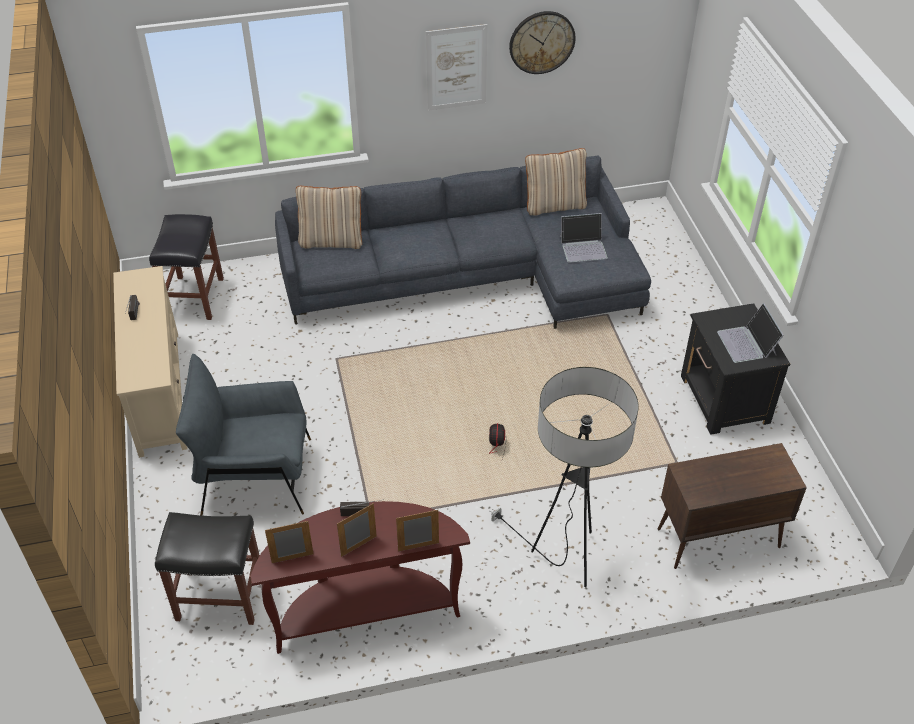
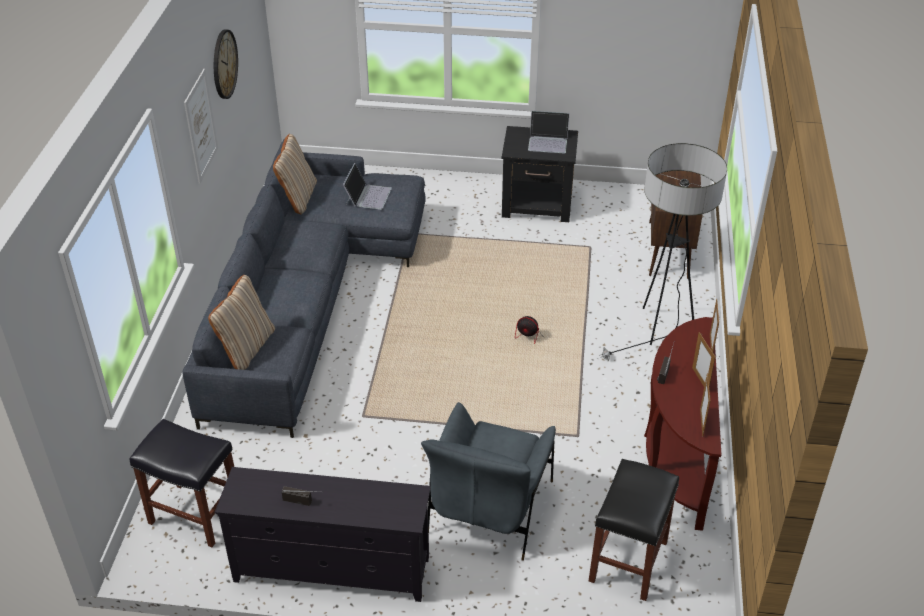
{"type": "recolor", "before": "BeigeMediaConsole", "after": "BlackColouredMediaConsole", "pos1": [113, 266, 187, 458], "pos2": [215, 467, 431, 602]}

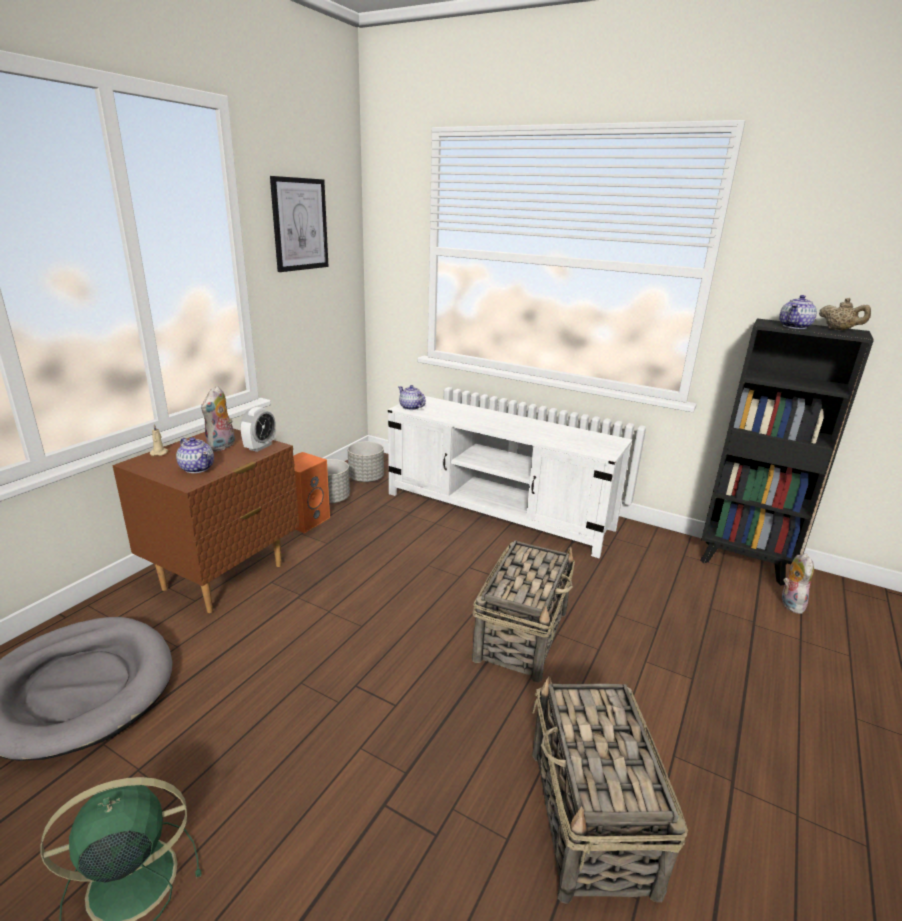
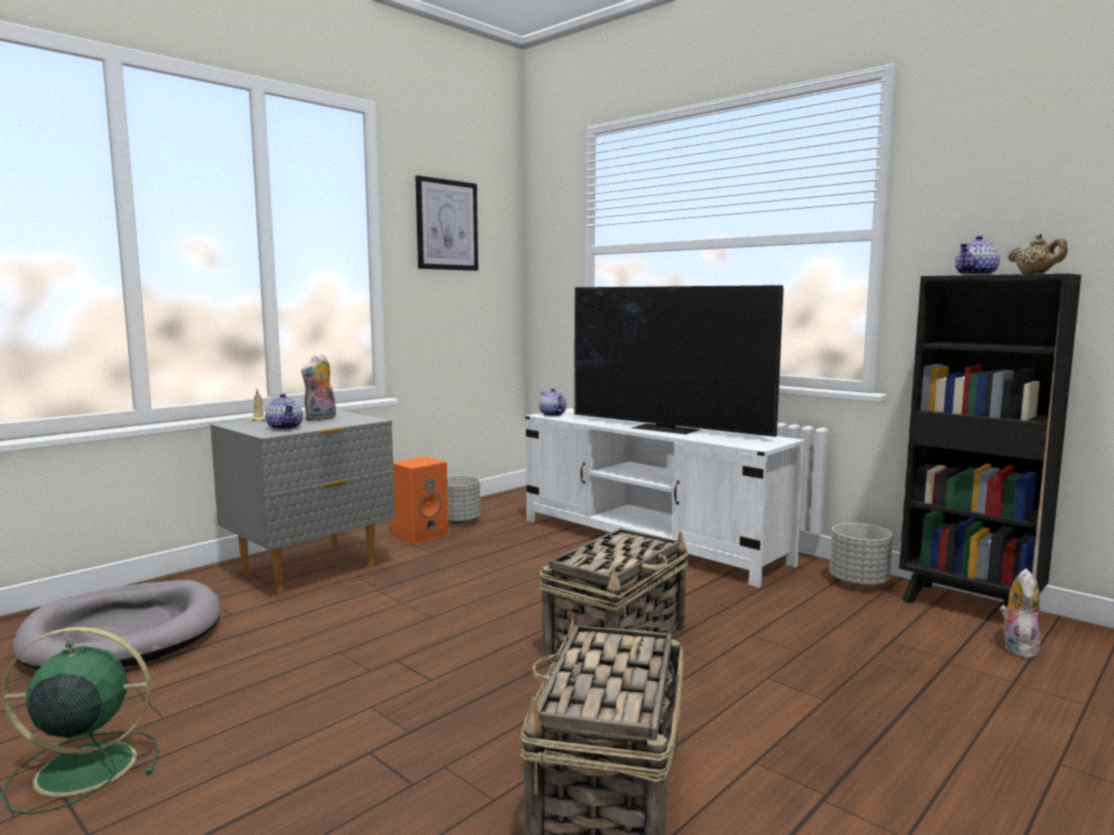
{"type": "delete", "before": "AlarmClock", "pos1": [240, 407, 276, 452]}
{"type": "recolor", "before": "BrownishNightstand", "after": "GreyishNightstand", "pos1": [112, 429, 299, 613], "pos2": [210, 410, 395, 594]}
{"type": "move", "before": "GreyishPlanter", "pos1": [348, 442, 384, 482], "pos2": [830, 523, 893, 587]}
{"type": "insert", "after": "Television", "pos2": [574, 285, 783, 437]}

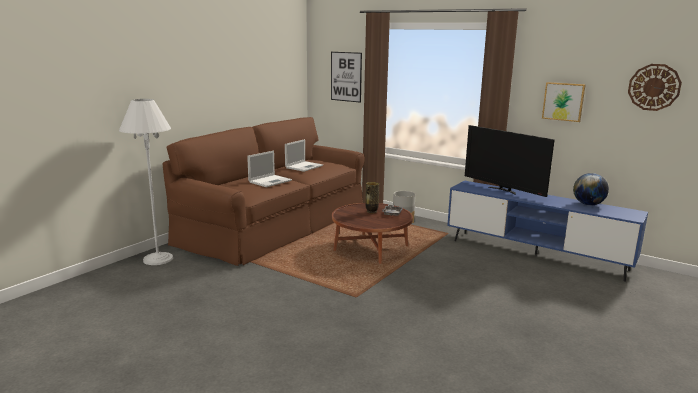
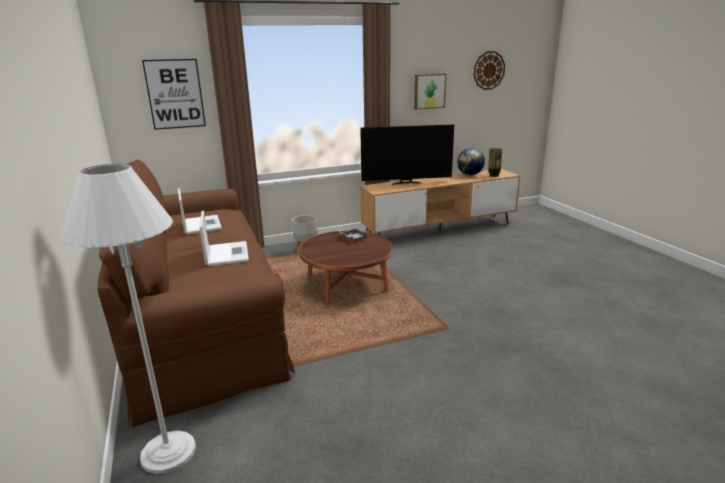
{"type": "recolor", "before": "BluishMediaConsole", "after": "BrownishMediaConsole", "pos1": [447, 181, 648, 282], "pos2": [360, 169, 520, 235]}
{"type": "move", "before": "FlowerVase", "pos1": [365, 182, 379, 213], "pos2": [488, 148, 502, 177]}

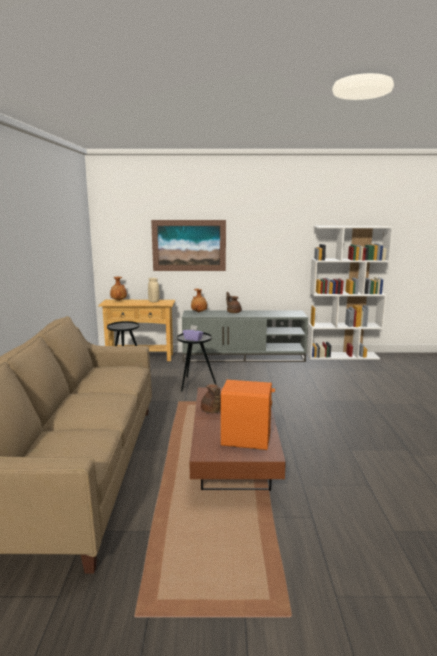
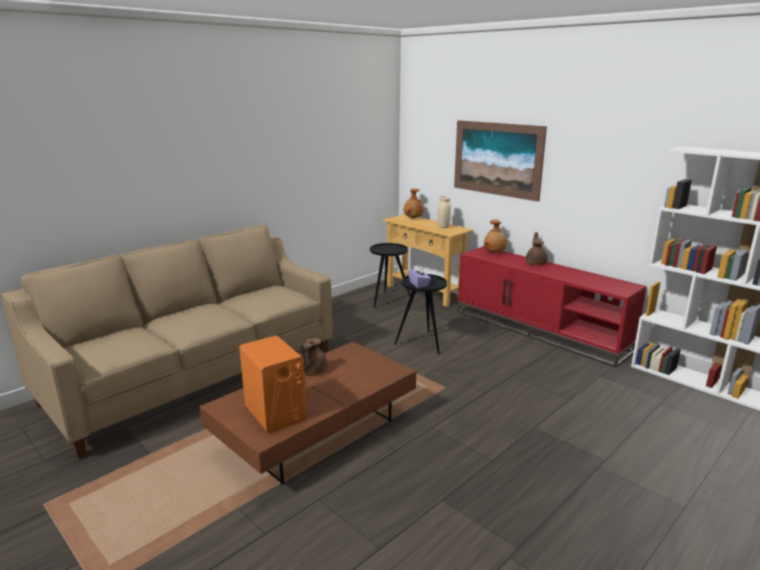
{"type": "recolor", "before": "GreyishMediaConsole", "after": "RedColouredMediaConsole", "pos1": [182, 311, 308, 362], "pos2": [457, 246, 647, 367]}

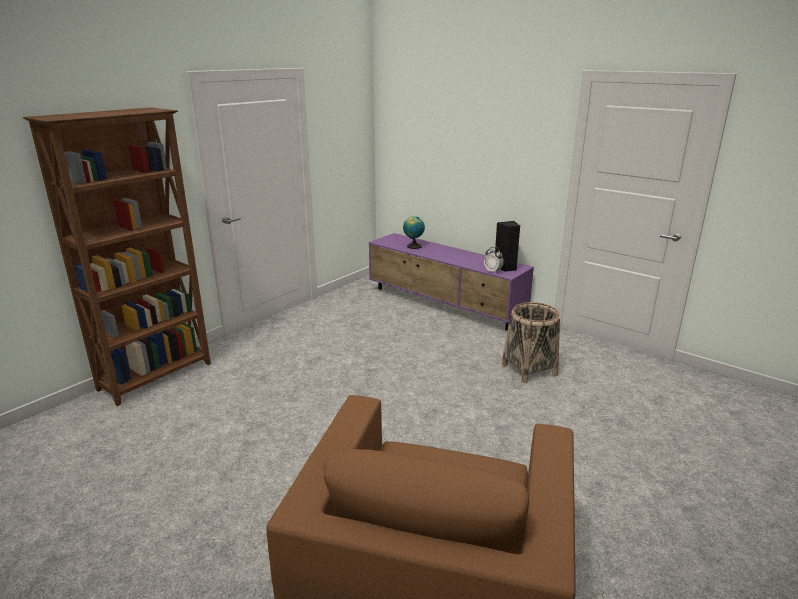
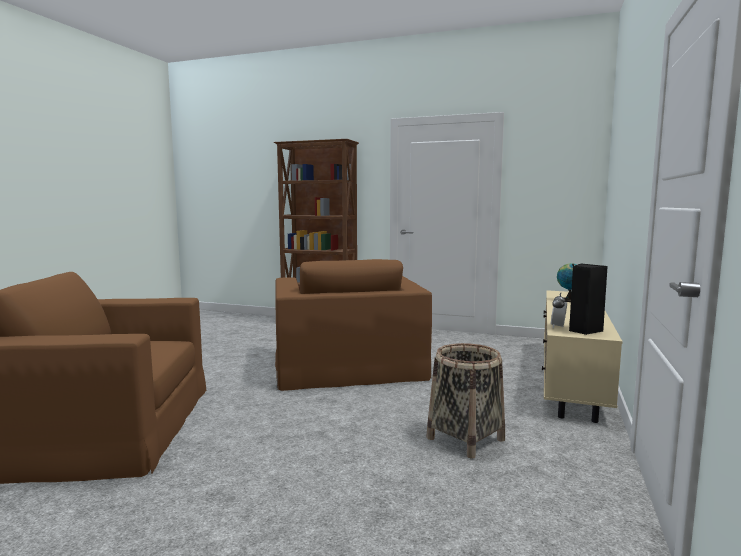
{"type": "recolor", "before": "PurpleMediaConsole", "after": "BeigeMediaConsole", "pos1": [368, 233, 534, 330], "pos2": [542, 290, 623, 423]}
{"type": "insert", "after": "BrownishEasyChair", "pos2": [275, 259, 432, 391]}

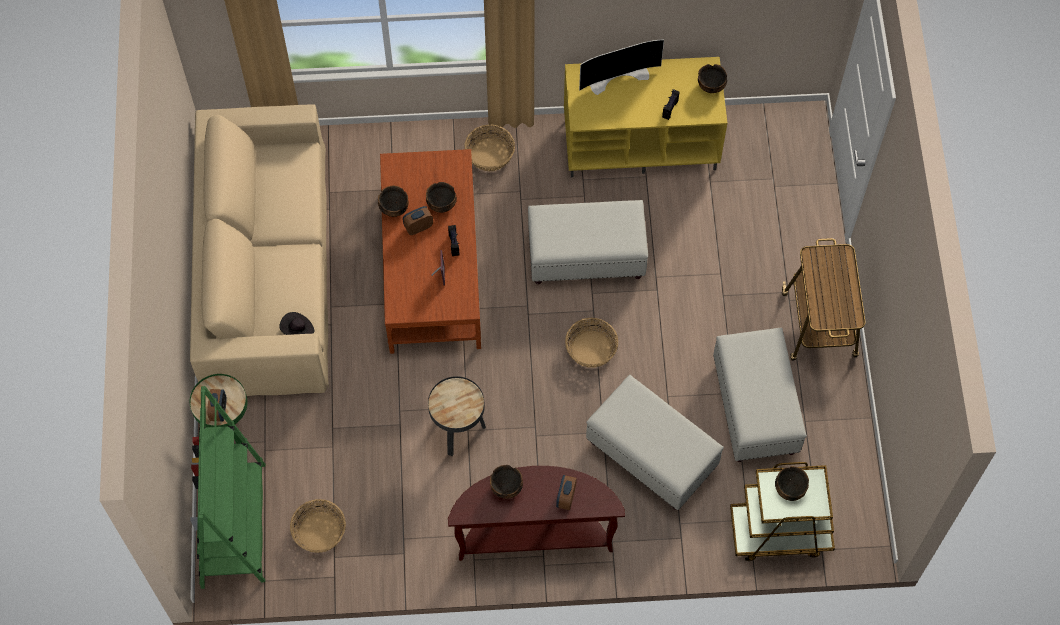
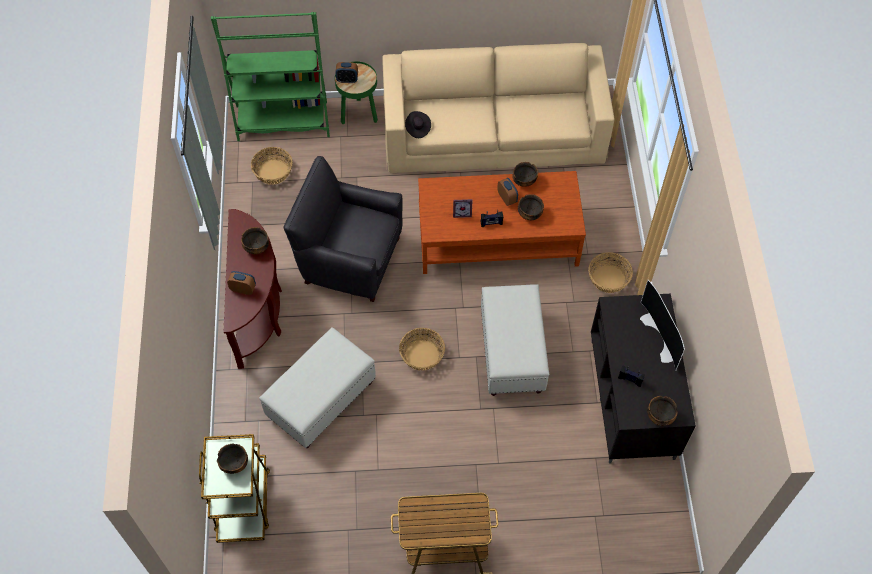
{"type": "recolor", "before": "YellowColouredMediaConsole", "after": "BlackColouredMediaConsole", "pos1": [564, 57, 727, 177], "pos2": [591, 294, 696, 463]}
{"type": "delete", "before": "WhiteOttoman", "pos1": [713, 328, 807, 462]}
{"type": "replace", "before": "BlackColouredSideTable", "after": "BlackColouredEasyChair", "pos1": [428, 376, 486, 456], "pos2": [284, 156, 402, 302]}

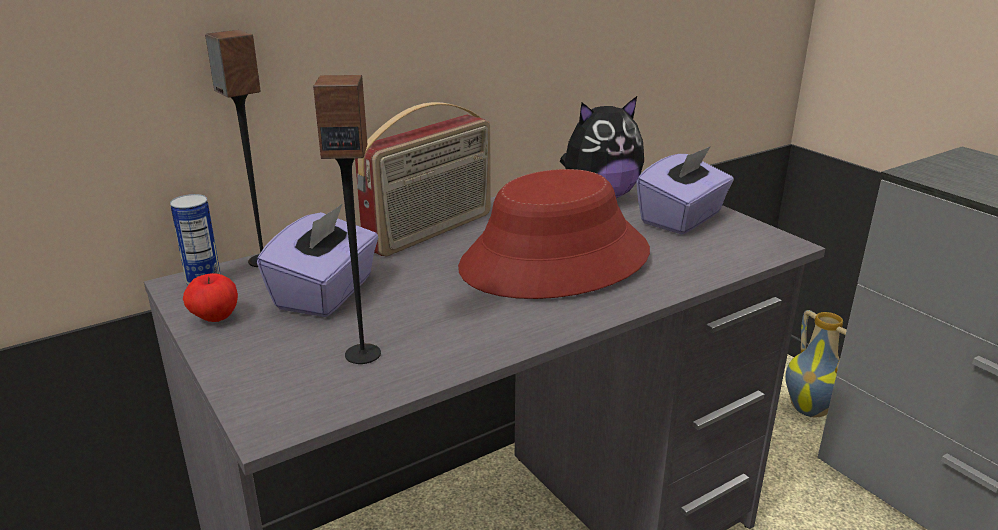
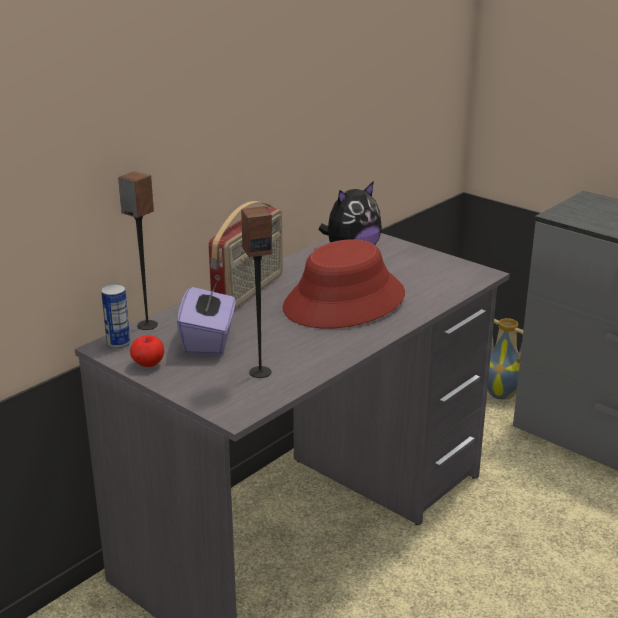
{"type": "delete", "before": "PurpleBoxOfTissues", "pos1": [636, 146, 734, 235]}

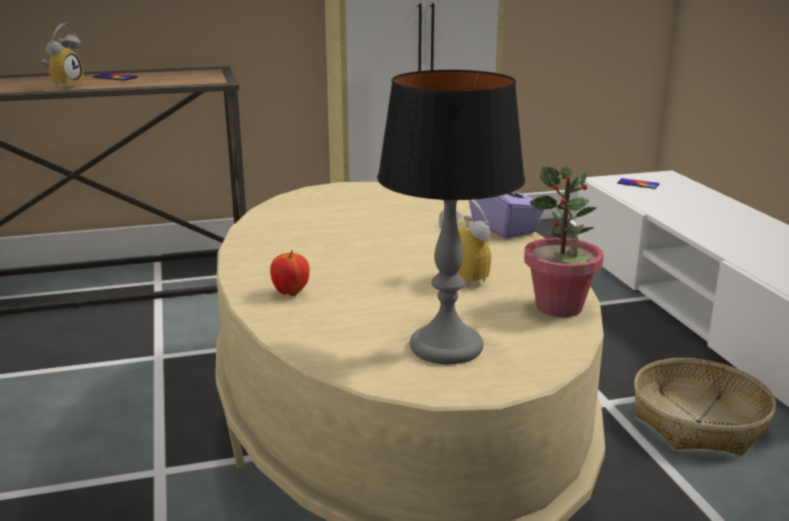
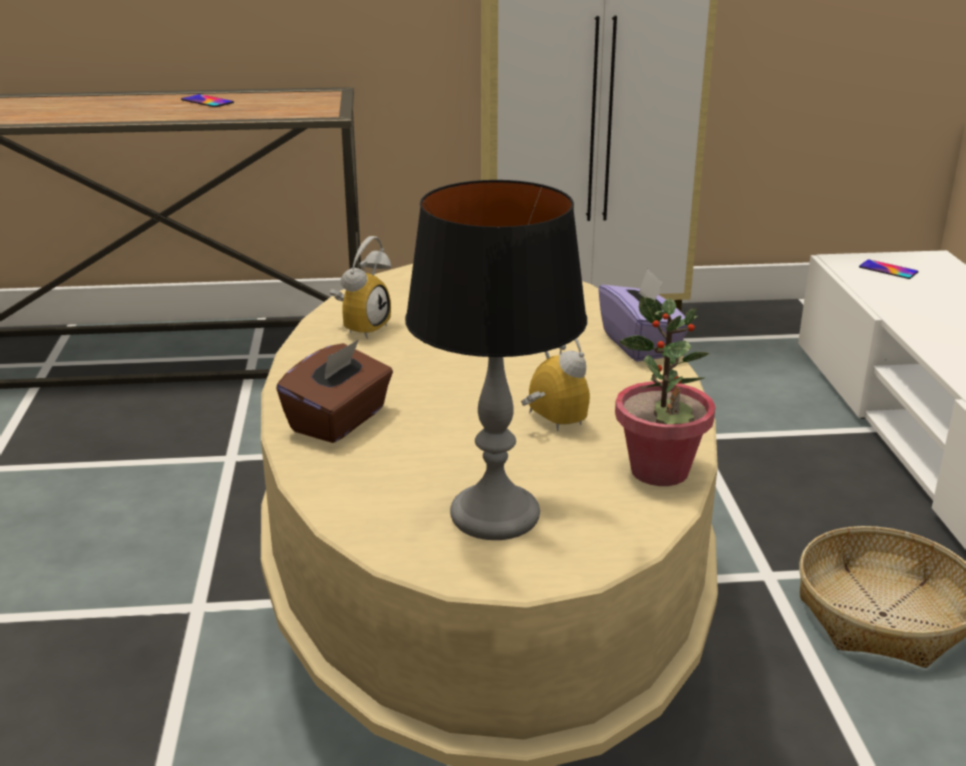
{"type": "move", "before": "AlarmClock", "pos1": [41, 23, 84, 89], "pos2": [329, 236, 392, 339]}
{"type": "replace", "before": "Apple", "after": "BrownishBoxOfTissues", "pos1": [270, 250, 309, 296], "pos2": [276, 339, 393, 443]}

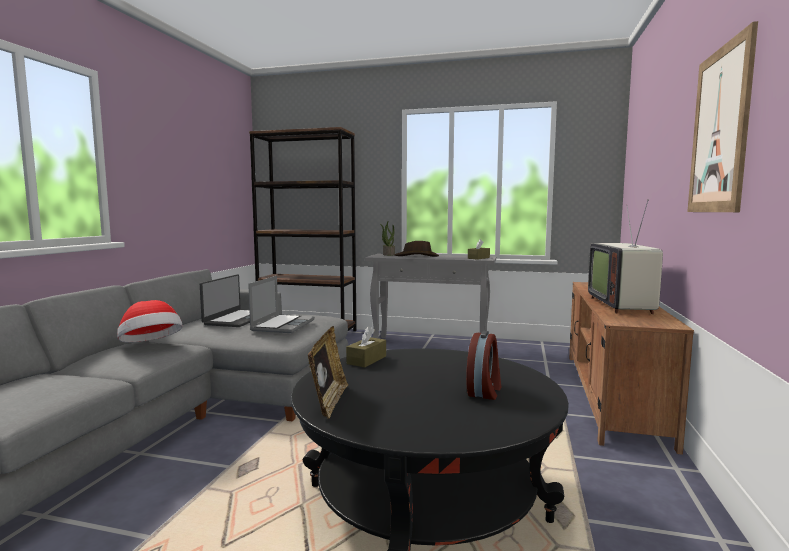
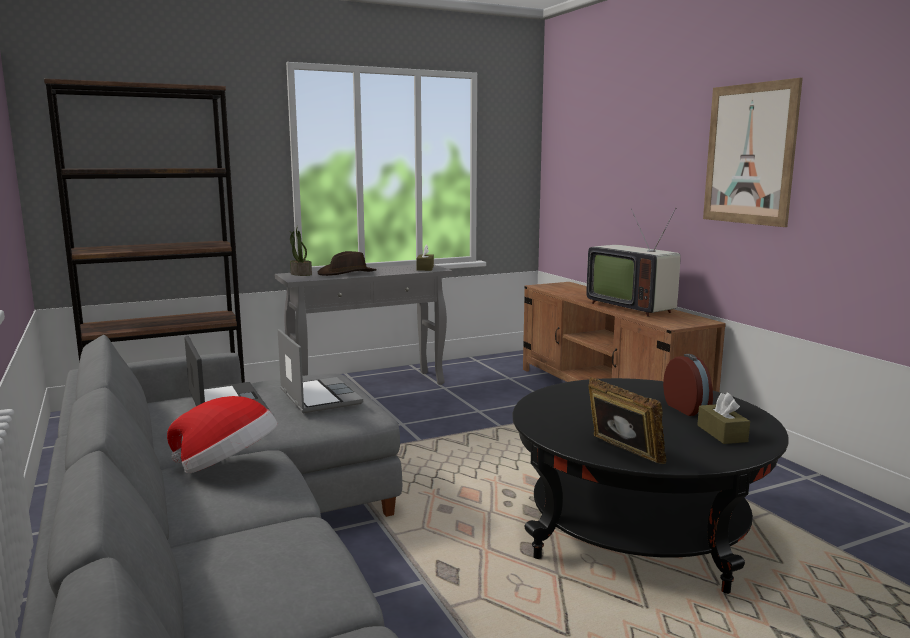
{"type": "move", "before": "BrownishBoxOfTissues", "pos1": [346, 326, 386, 368], "pos2": [697, 392, 750, 444]}

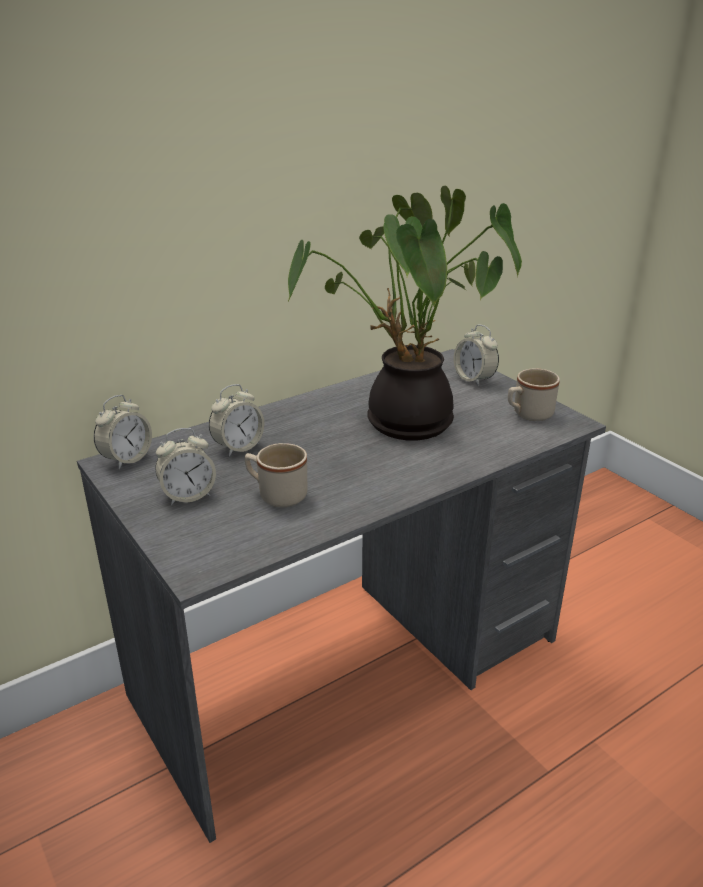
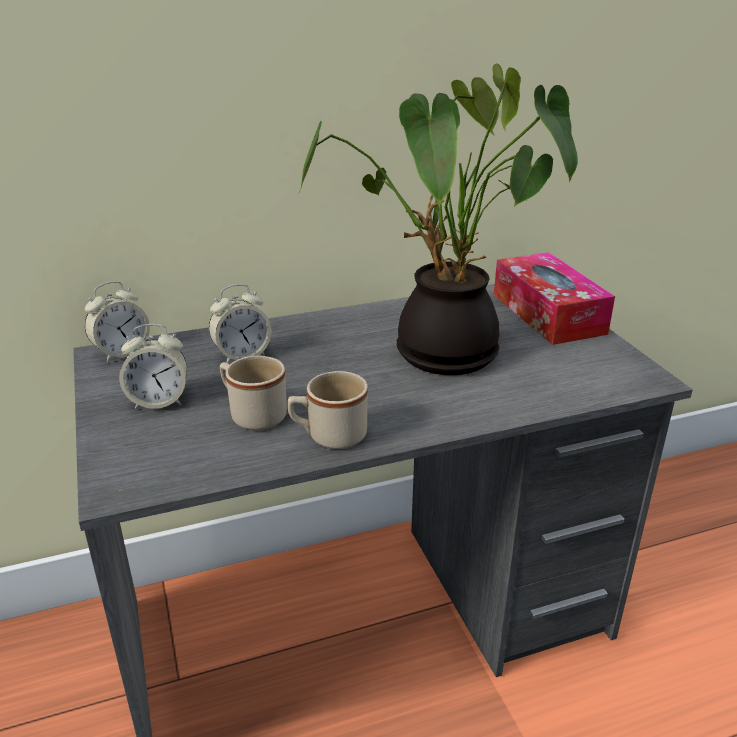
{"type": "replace", "before": "AlarmClock", "after": "BoxOfTissues", "pos1": [454, 325, 499, 386], "pos2": [494, 252, 615, 345]}
{"type": "move", "before": "BeigeTeaMug", "pos1": [508, 368, 560, 421], "pos2": [288, 371, 368, 449]}

